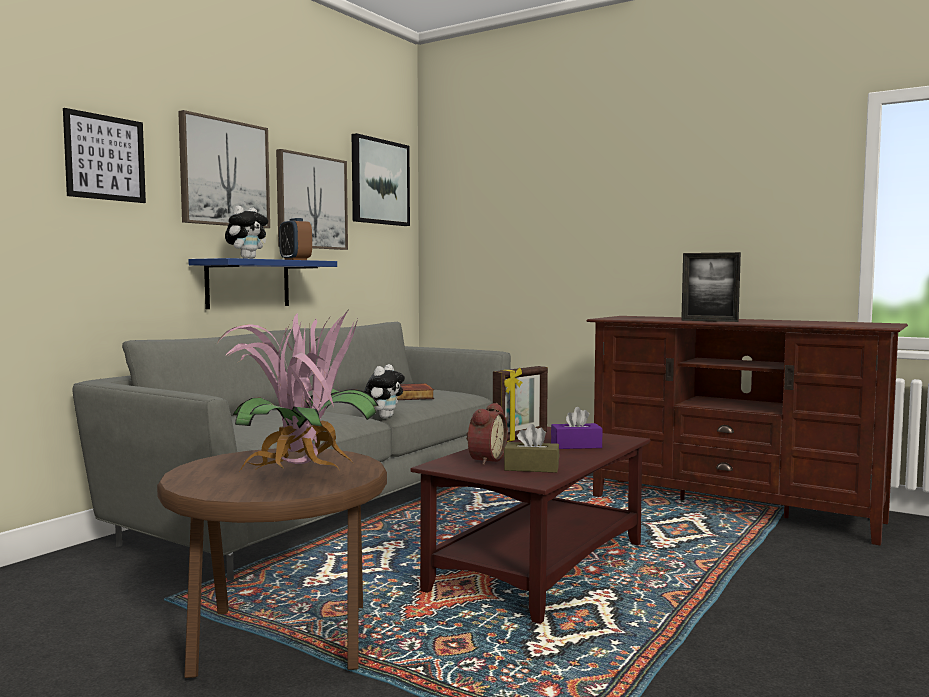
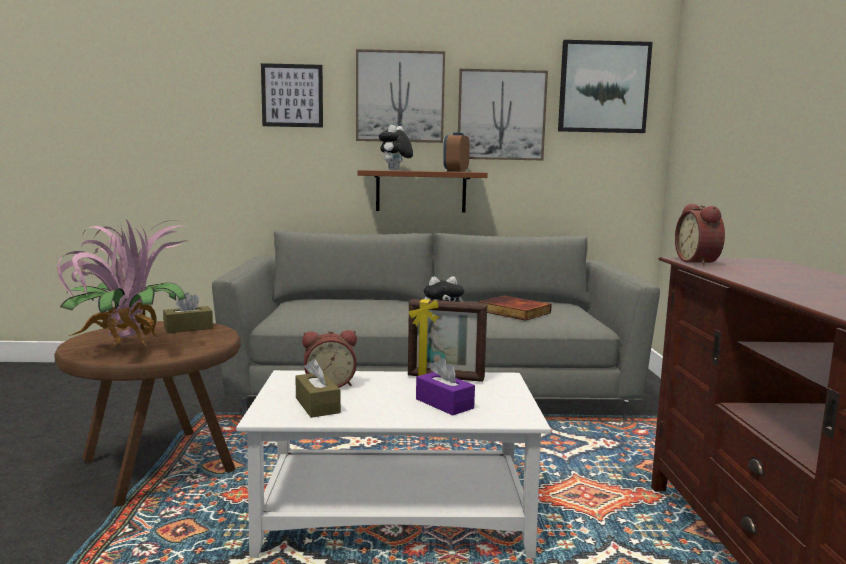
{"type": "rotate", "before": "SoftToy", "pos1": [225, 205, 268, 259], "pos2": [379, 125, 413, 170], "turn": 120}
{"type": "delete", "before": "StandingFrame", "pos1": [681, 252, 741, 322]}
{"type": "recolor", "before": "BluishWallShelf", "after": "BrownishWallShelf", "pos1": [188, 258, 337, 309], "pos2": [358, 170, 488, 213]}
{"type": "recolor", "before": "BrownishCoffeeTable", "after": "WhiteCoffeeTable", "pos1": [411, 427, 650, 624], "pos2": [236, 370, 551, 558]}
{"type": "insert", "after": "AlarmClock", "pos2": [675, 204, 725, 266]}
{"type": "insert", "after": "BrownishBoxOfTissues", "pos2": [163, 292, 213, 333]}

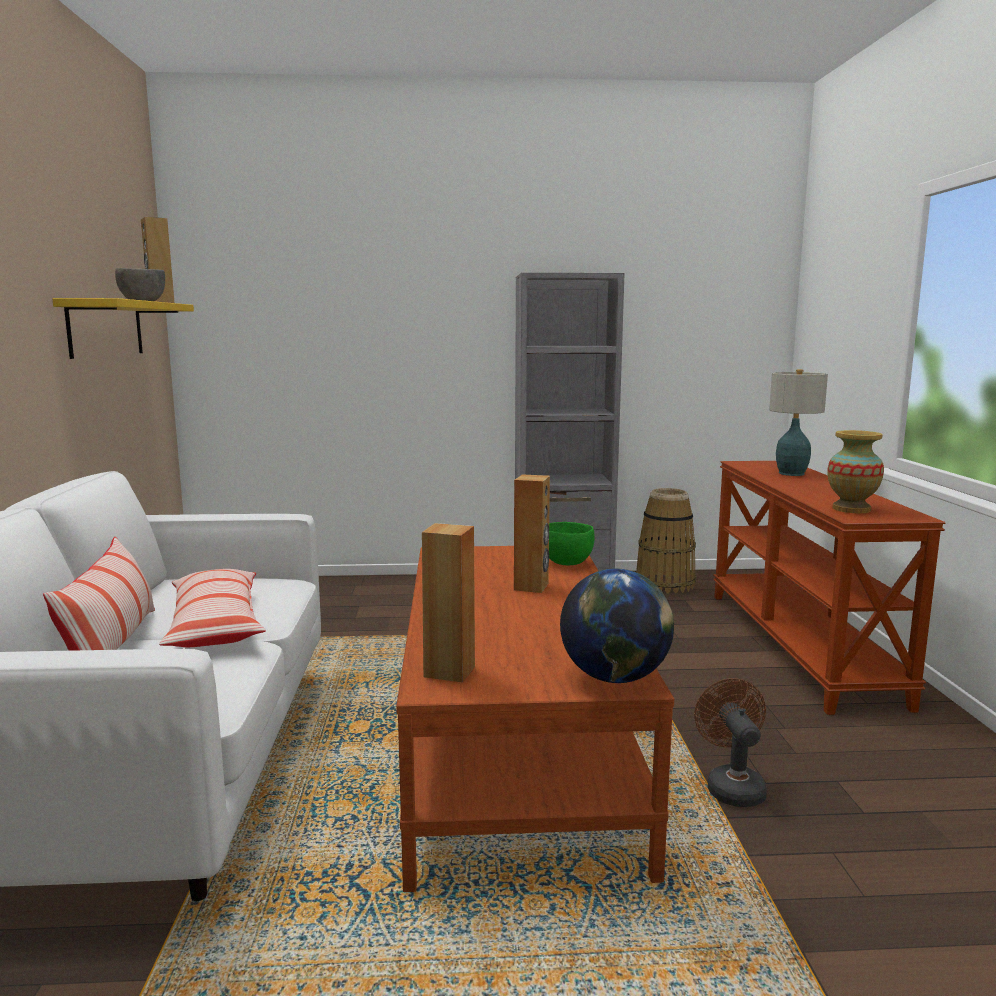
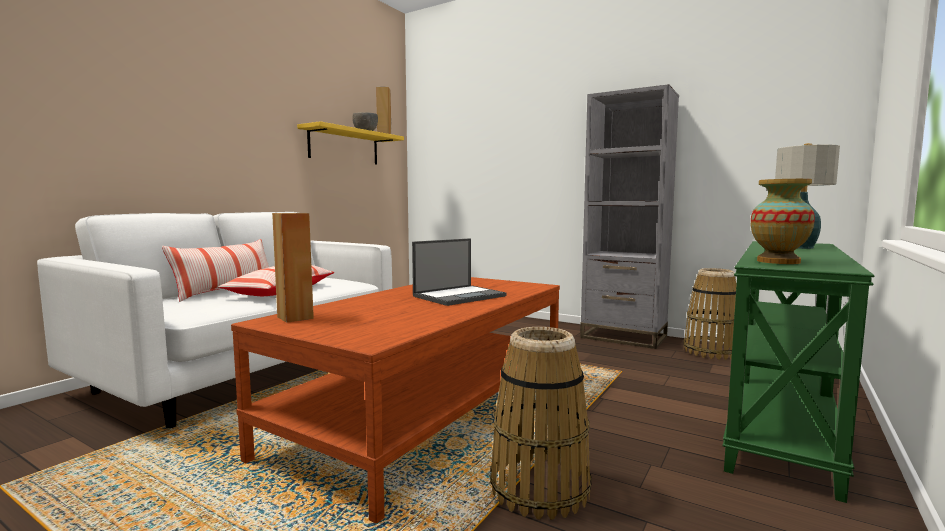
{"type": "recolor", "before": "BrownishNarrowTable", "after": "GreenNarrowTable", "pos1": [713, 461, 945, 715], "pos2": [722, 241, 874, 503]}
{"type": "replace", "before": "BrownishAudioSpeaker", "after": "NotebookComputer", "pos1": [514, 474, 550, 593], "pos2": [412, 238, 506, 306]}
{"type": "delete", "before": "GreenDeepDish", "pos1": [549, 522, 595, 565]}
{"type": "delete", "before": "DeskGlobe", "pos1": [560, 568, 674, 683]}
{"type": "replace", "before": "BrownishFan", "after": "HouseholdBasket", "pos1": [694, 678, 767, 807], "pos2": [490, 327, 592, 520]}

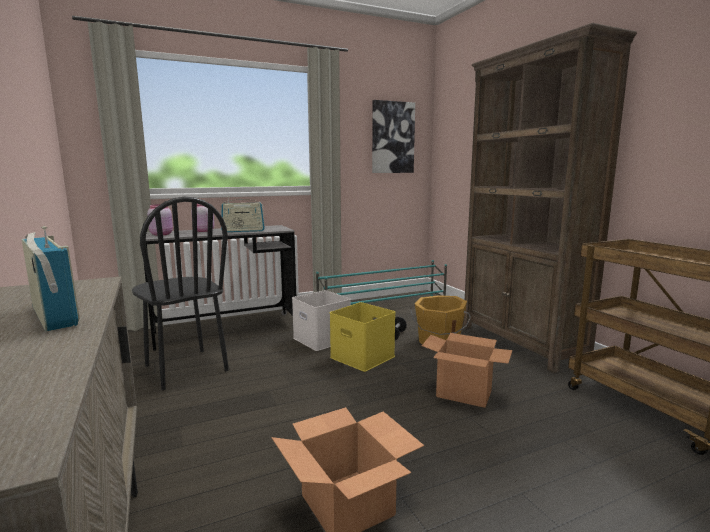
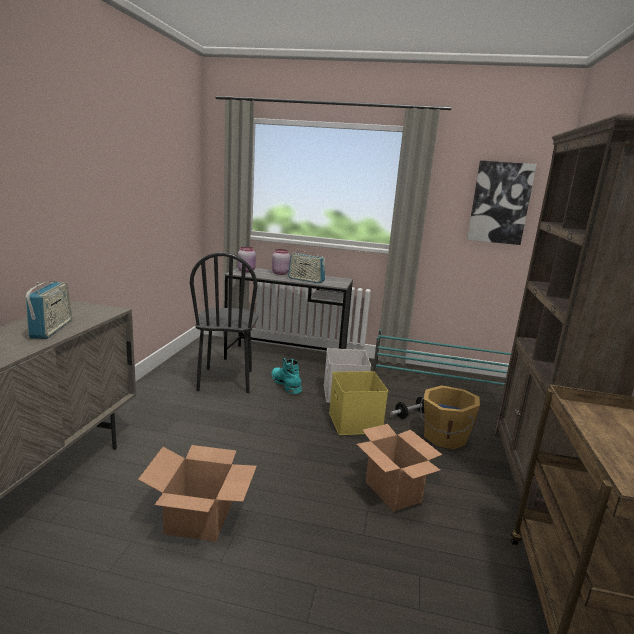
{"type": "insert", "after": "TurquoiseTallBoot", "pos2": [271, 358, 302, 394]}

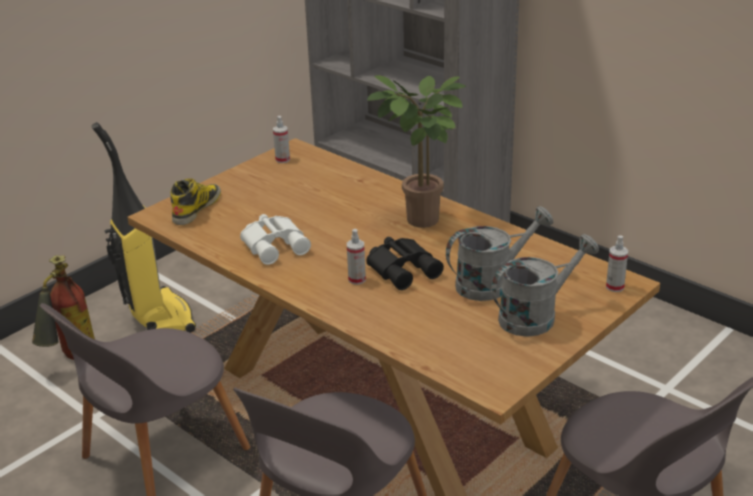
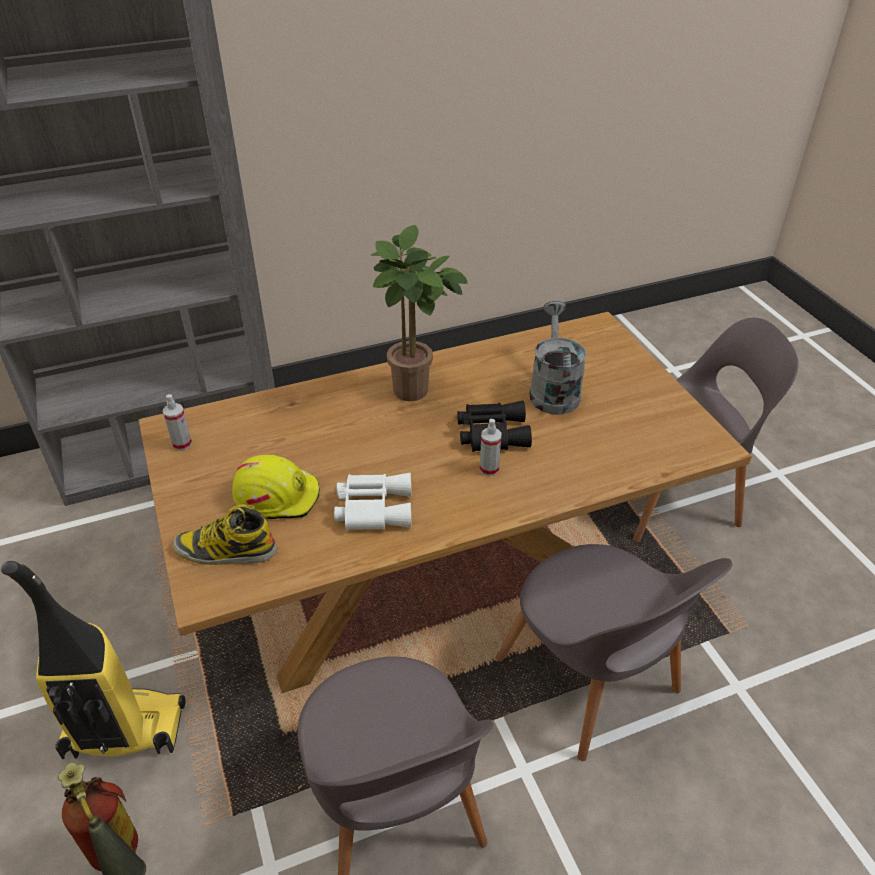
{"type": "rotate", "before": "TallBoot", "pos1": [170, 178, 221, 225], "pos2": [173, 504, 277, 565], "turn": -45}
{"type": "delete", "before": "GreyishSprinklingCan", "pos1": [491, 234, 599, 337]}
{"type": "delete", "before": "Sprayer", "pos1": [606, 235, 628, 292]}
{"type": "insert", "after": "YellowColouredWorkHelmet", "pos2": [232, 455, 320, 519]}

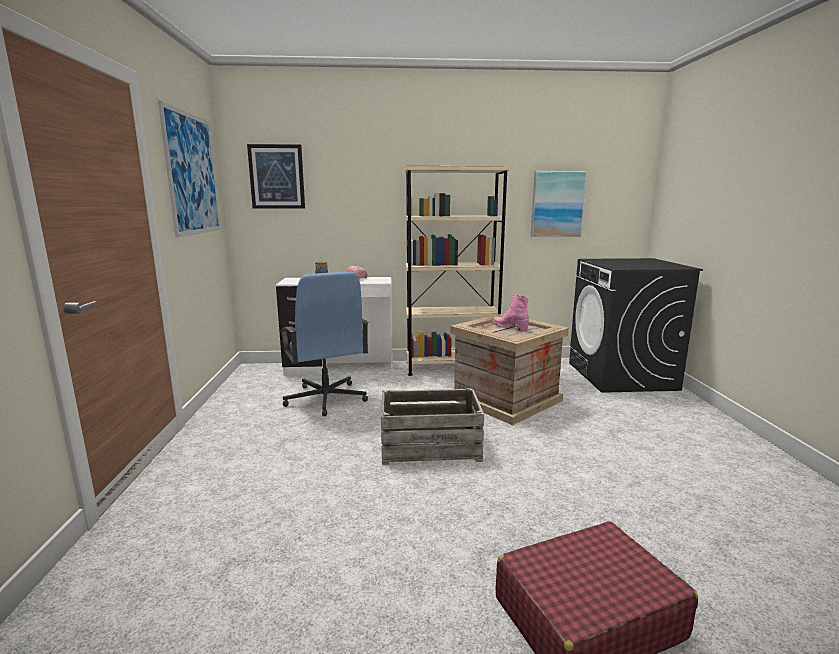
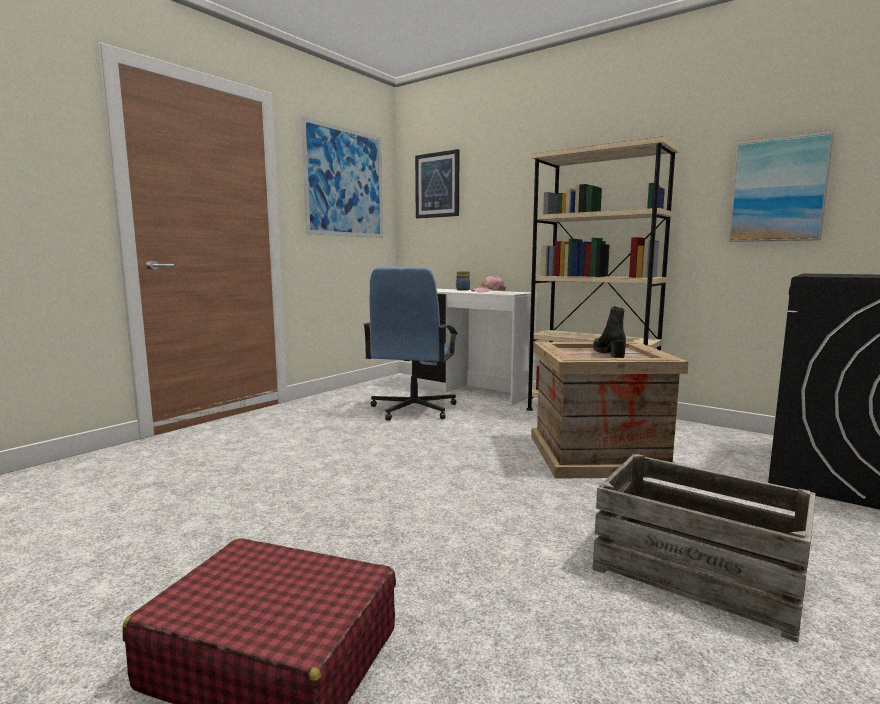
{"type": "recolor", "before": "PinkishTallBoot", "after": "BlackColouredTallBoot", "pos1": [493, 295, 529, 332], "pos2": [593, 306, 626, 358]}
{"type": "move", "before": "Crate", "pos1": [381, 389, 484, 465], "pos2": [592, 454, 816, 643]}

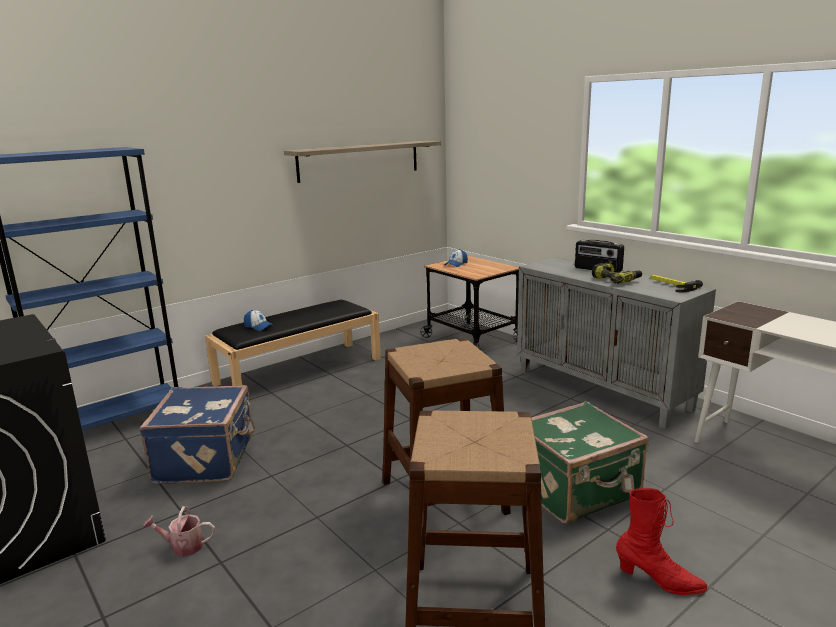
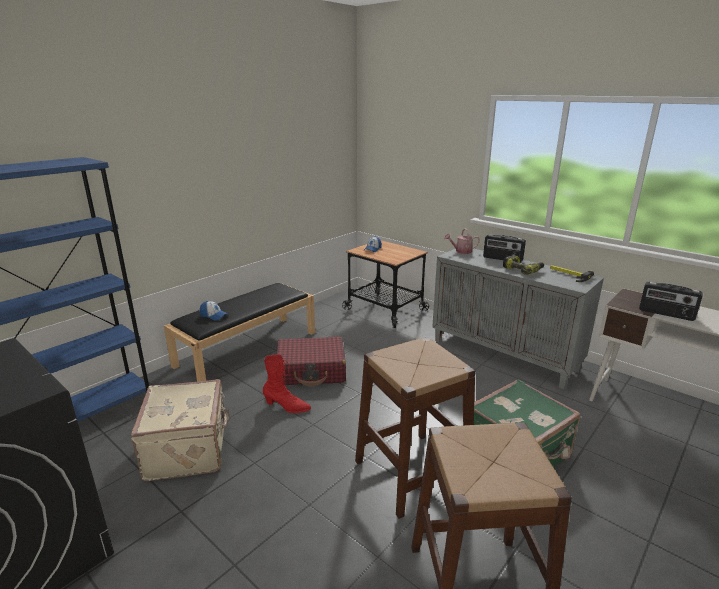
{"type": "delete", "before": "WallShelf", "pos1": [284, 141, 441, 183]}
{"type": "recolor", "before": "BluishTravelCase", "after": "BeigeTravelCase", "pos1": [139, 385, 255, 484], "pos2": [130, 379, 231, 481]}
{"type": "move", "before": "RedColouredTallBoot", "pos1": [616, 488, 707, 595], "pos2": [263, 354, 311, 413]}
{"type": "move", "before": "SprinklingCan", "pos1": [143, 506, 215, 557], "pos2": [444, 228, 480, 254]}
{"type": "insert", "after": "RadioReceiver", "pos2": [639, 282, 702, 321]}
{"type": "insert", "after": "RedColouredTravelCase", "pos2": [277, 337, 346, 386]}

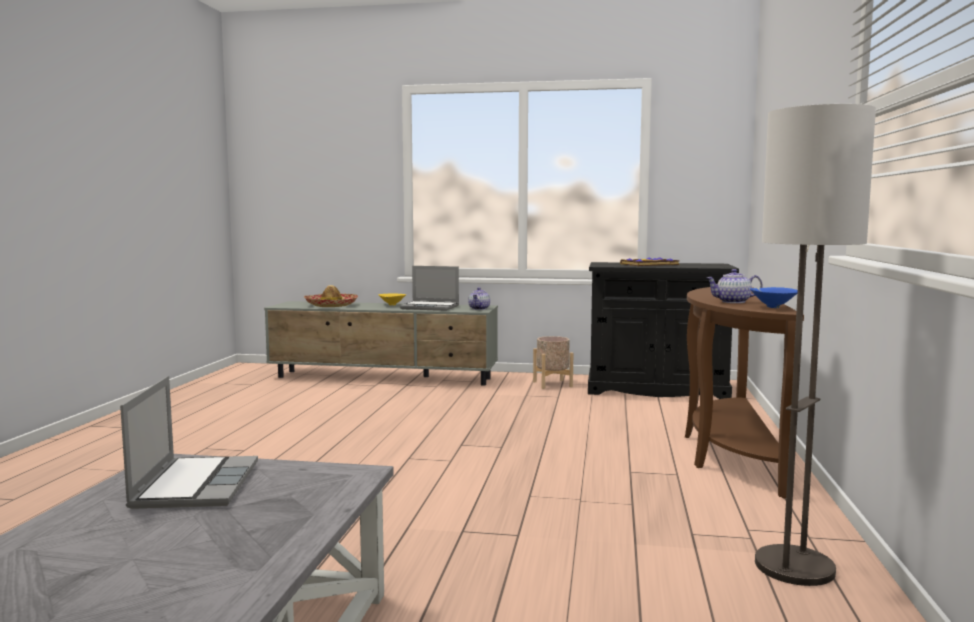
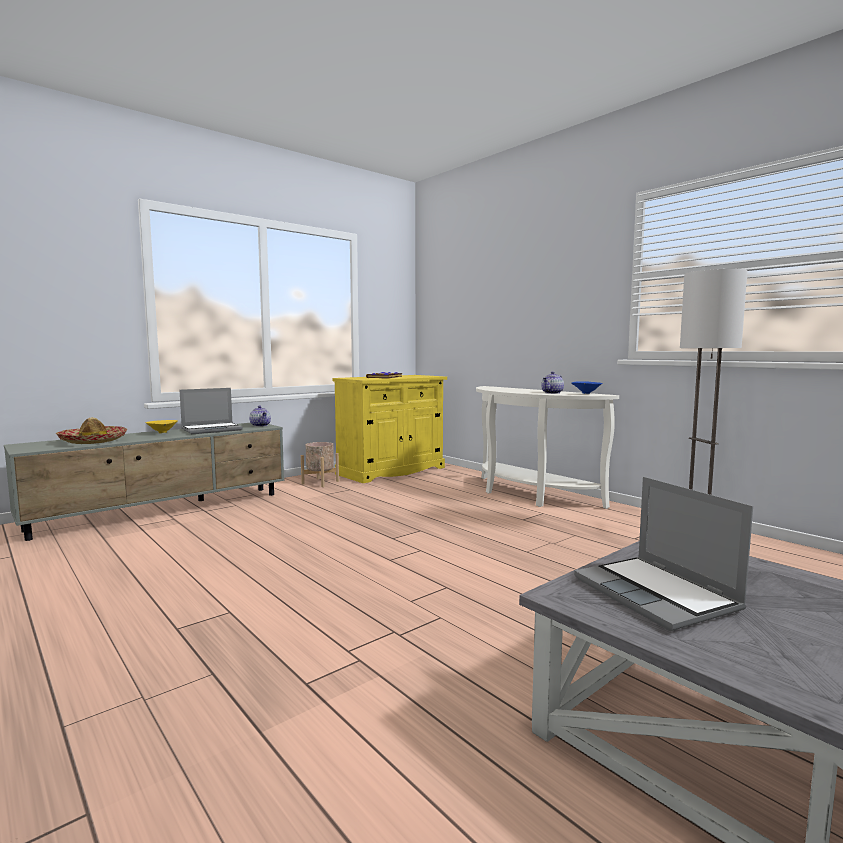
{"type": "recolor", "before": "BlackColouredStorageCabinet", "after": "YellowColouredStorageCabinet", "pos1": [588, 262, 739, 399], "pos2": [332, 375, 447, 483]}
{"type": "recolor", "before": "BrownishNarrowTable", "after": "WhiteNarrowTable", "pos1": [685, 287, 804, 499], "pos2": [476, 386, 619, 509]}
{"type": "rotate", "before": "NotebookComputer", "pos1": [120, 376, 258, 509], "pos2": [574, 477, 753, 631], "turn": -150}

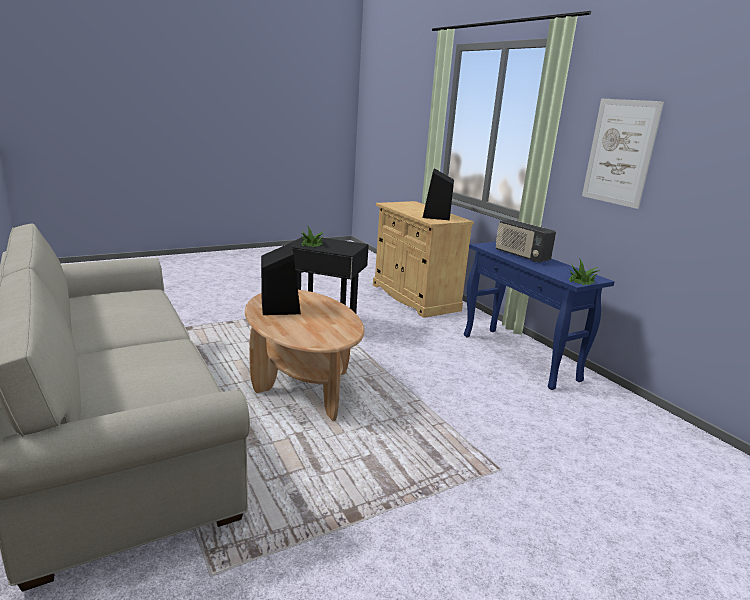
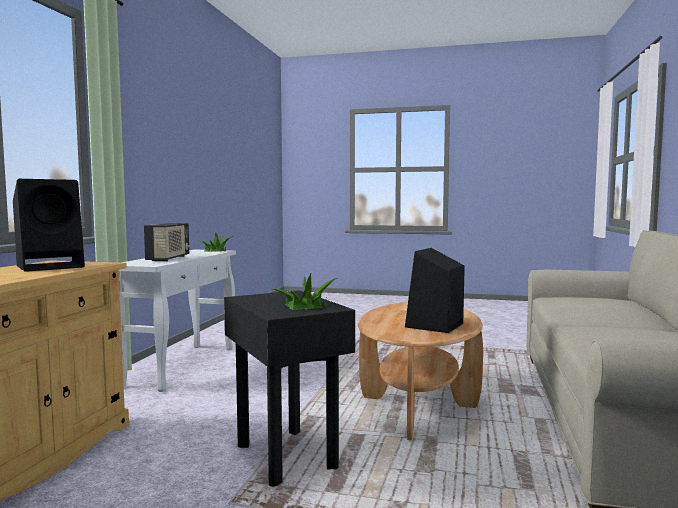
{"type": "delete", "before": "WallArt", "pos1": [582, 99, 664, 209]}
{"type": "recolor", "before": "BluishNarrowTable", "after": "WhiteNarrowTable", "pos1": [464, 242, 615, 390], "pos2": [119, 250, 236, 392]}

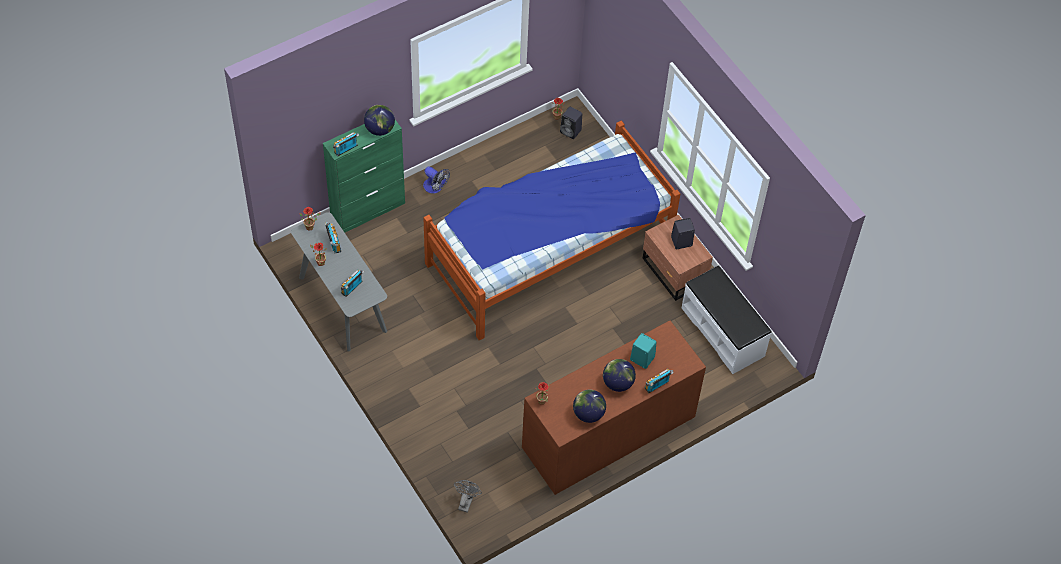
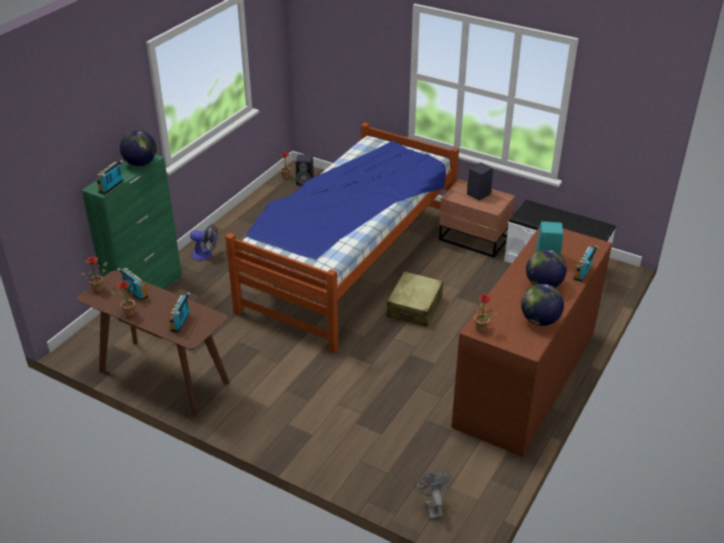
{"type": "recolor", "before": "GreyishNarrowTable", "after": "BrownishNarrowTable", "pos1": [291, 212, 387, 351], "pos2": [77, 270, 230, 417]}
{"type": "insert", "after": "BeigeTravelCase", "pos2": [387, 271, 443, 327]}

